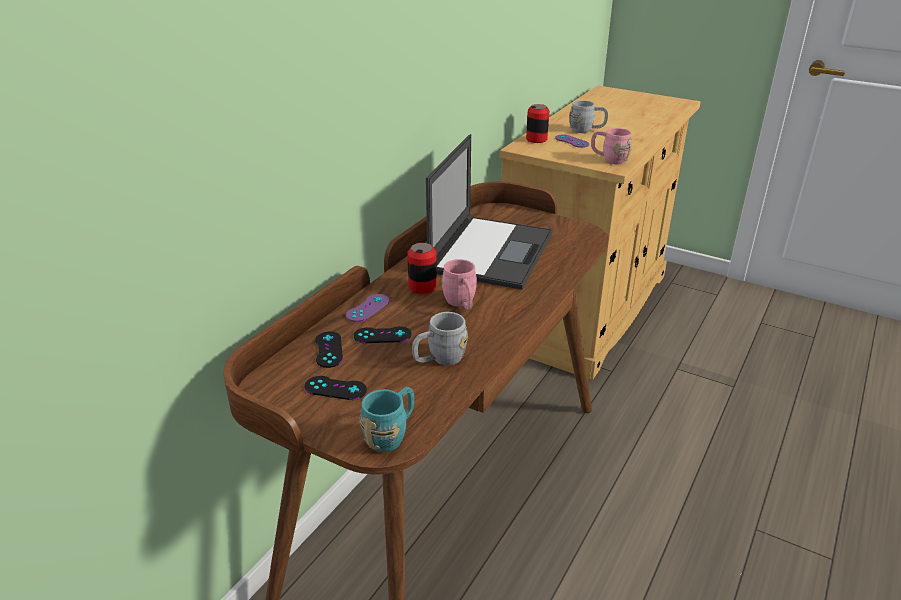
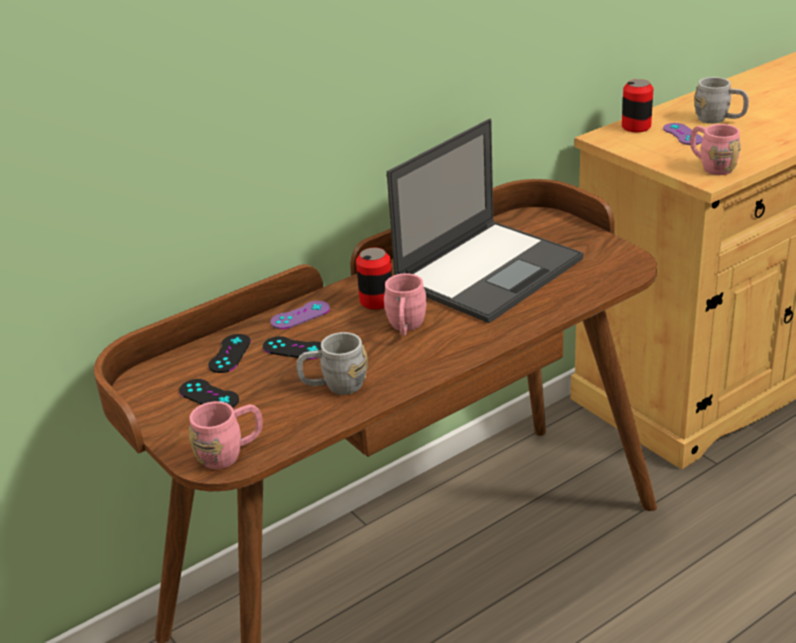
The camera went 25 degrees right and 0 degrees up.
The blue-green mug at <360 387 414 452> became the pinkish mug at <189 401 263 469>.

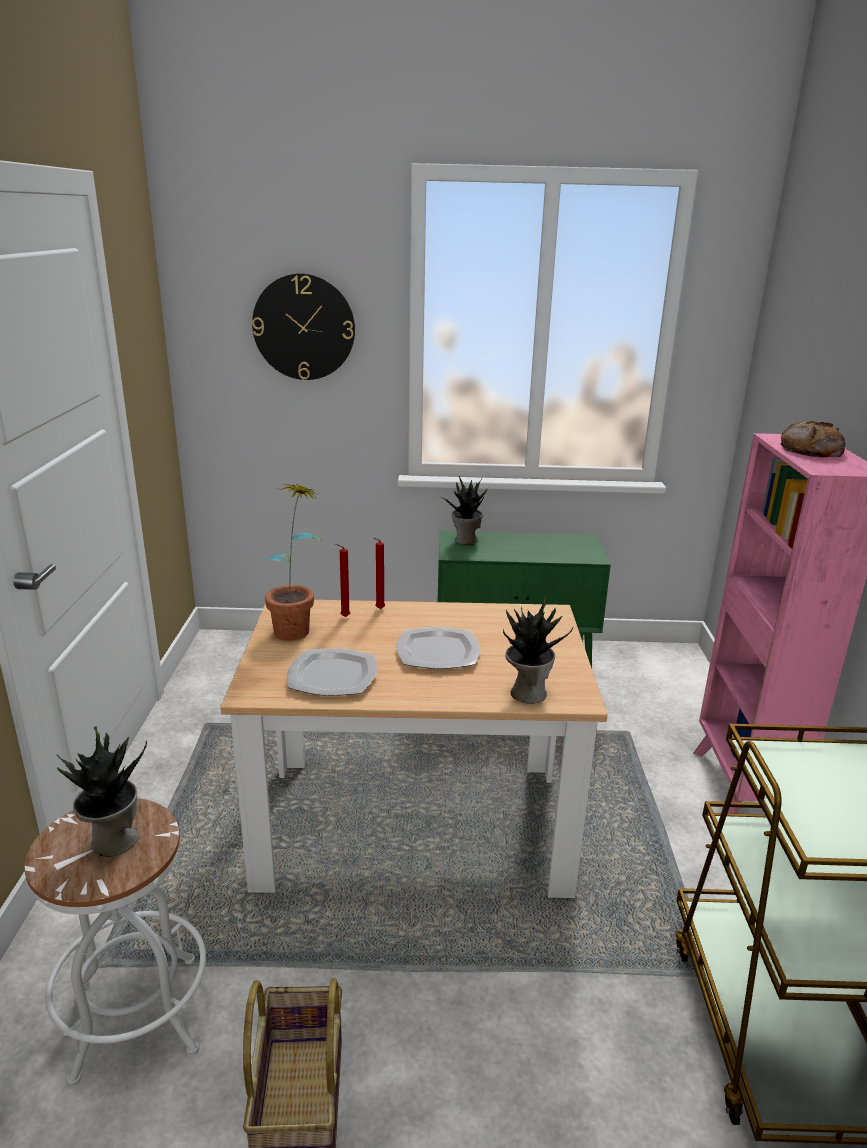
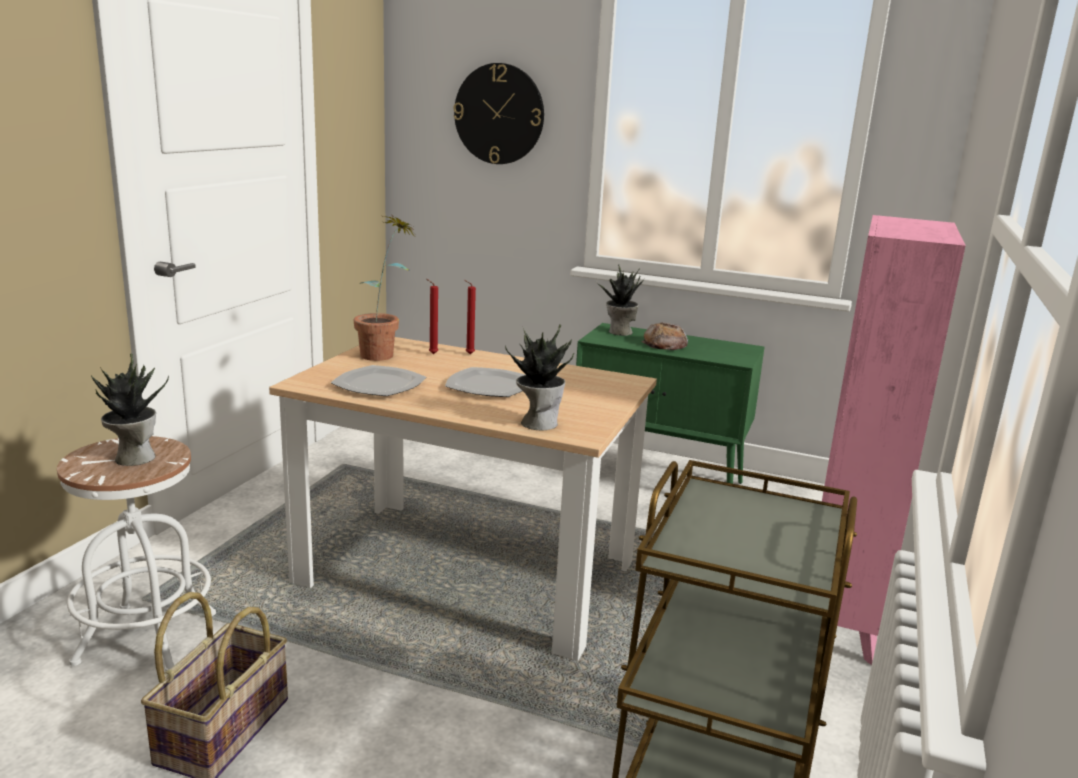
The camera went 20 degrees right and 5 degrees down.
The baked bread moved from <781 421 846 457> to <641 322 688 350>.

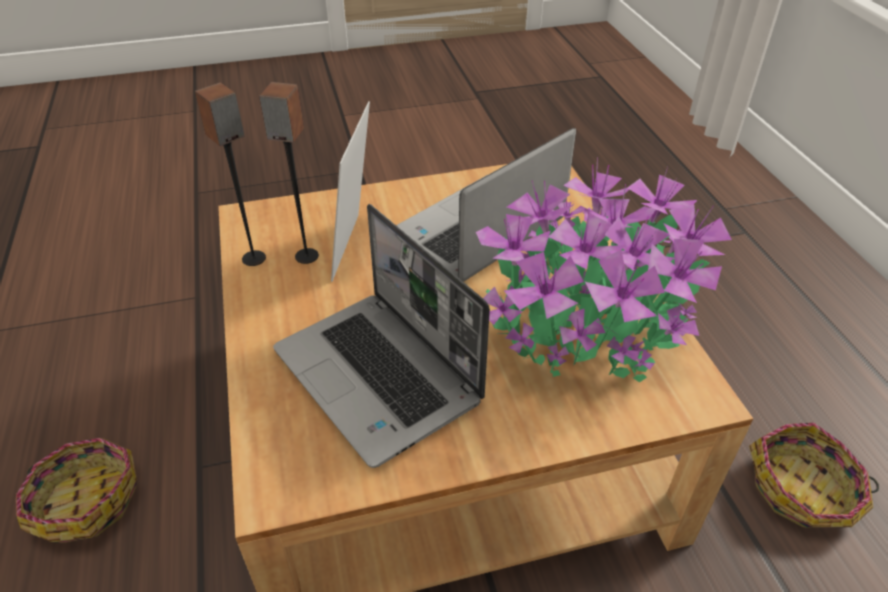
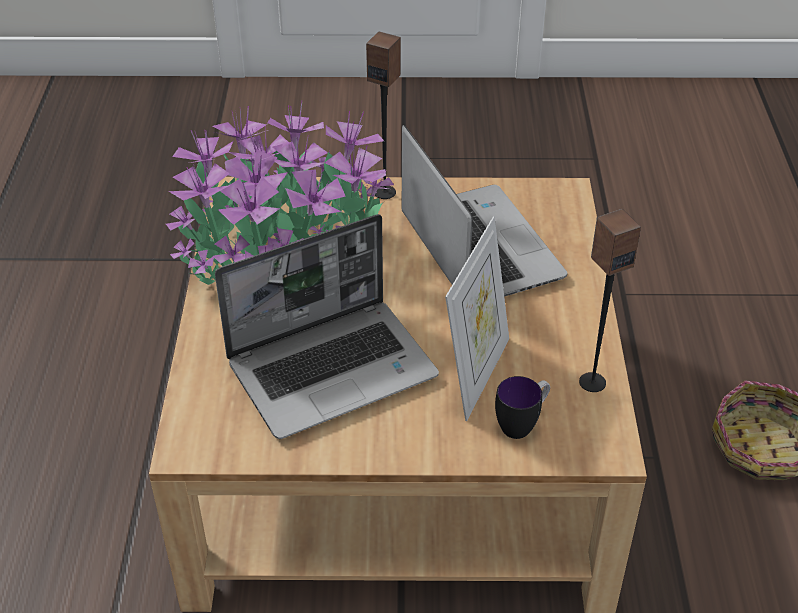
The camera went 165 degrees left and 0 degrees up.
The loudspeaker moved from <259 82 319 264> to <366 31 401 199>.
The mug at <495 376 550 439> appeared.
The household basket at <749 423 879 528> disappeared.

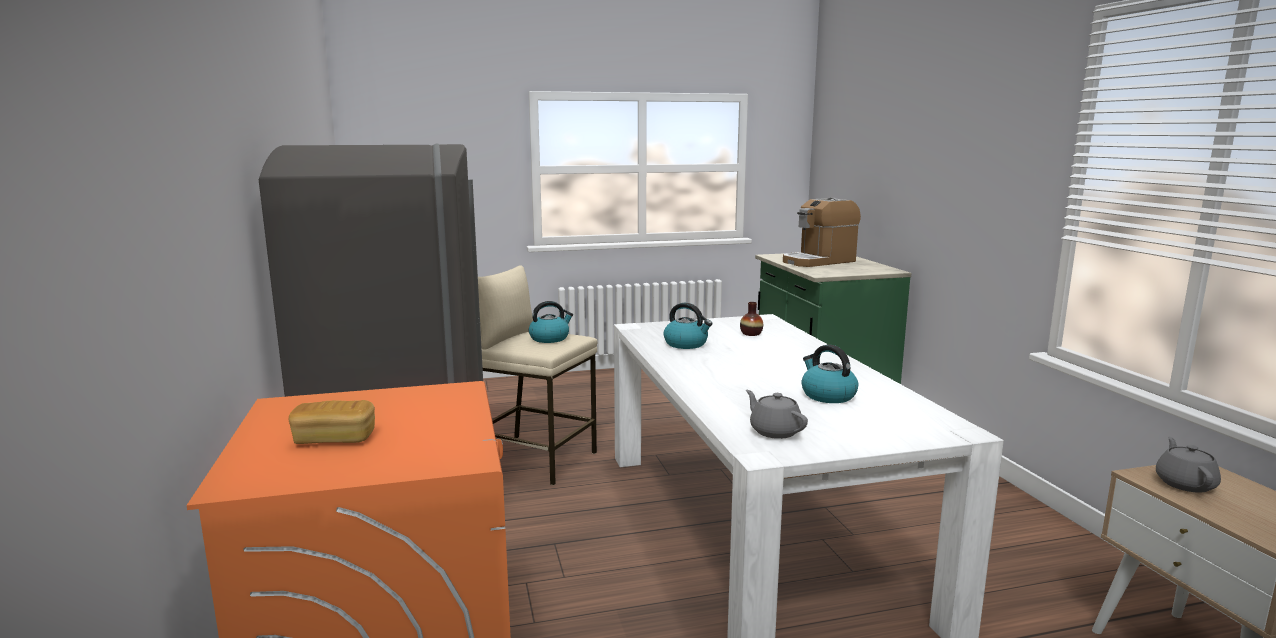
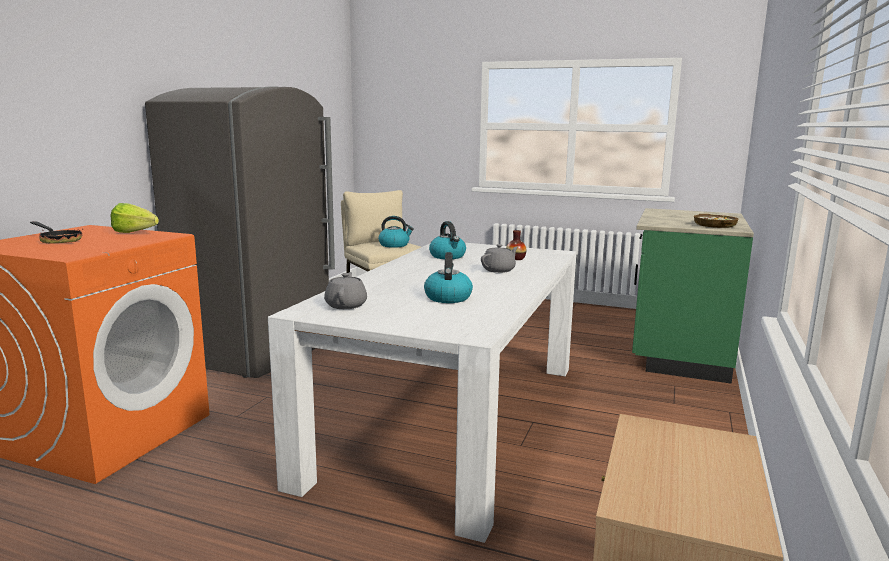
The camera went 35 degrees right and 0 degrees up.
The baked bread at <289 400 375 444> was replaced by the pan at <30 221 82 244>.
The lettuce head at <110 203 159 233> appeared.
The gray tea pot moved from <1156 437 1221 493> to <481 244 518 273>.
The serving bowl at <694 214 739 228> appeared.
The coffee brewer at <783 198 861 267> disappeared.

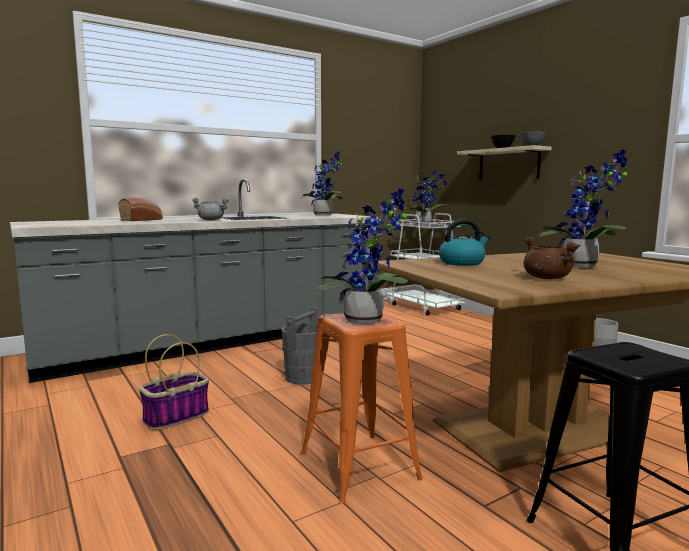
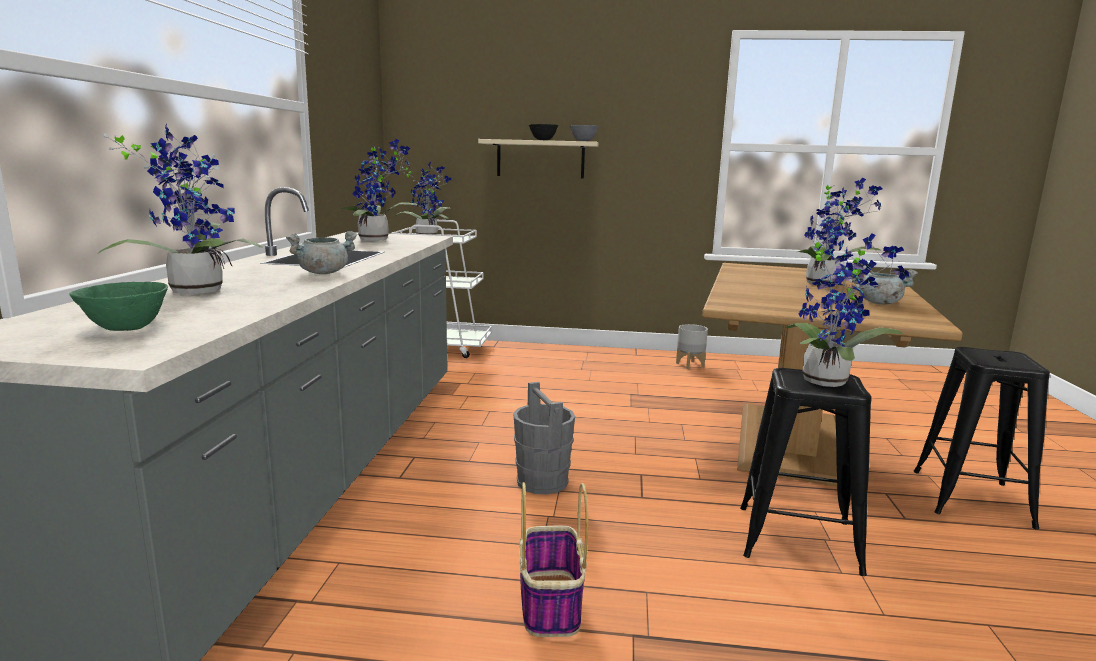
The camera went 50 degrees left and 5 degrees up.
The green-coloured serving bowl at <69 282 168 331> appeared.
The baked bread at <118 198 163 221> was replaced by the plant in a pot at <97 124 263 294>.
The orangey sitting stool at <301 313 423 503> became the black sitting stool at <740 368 871 576>.
The brownish saucepot at <524 237 580 279> became the gray saucepot at <852 269 918 305>.
The tea kettle at <439 219 490 266> disappeared.

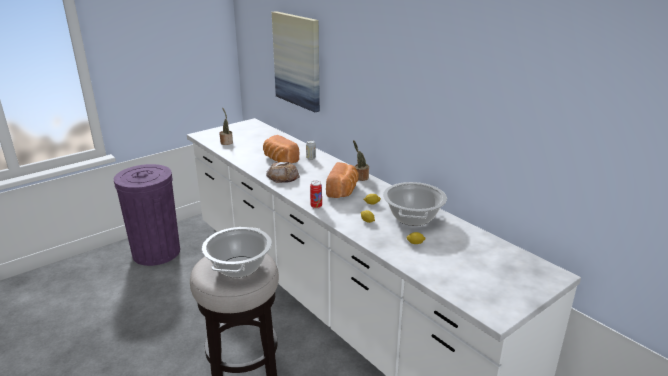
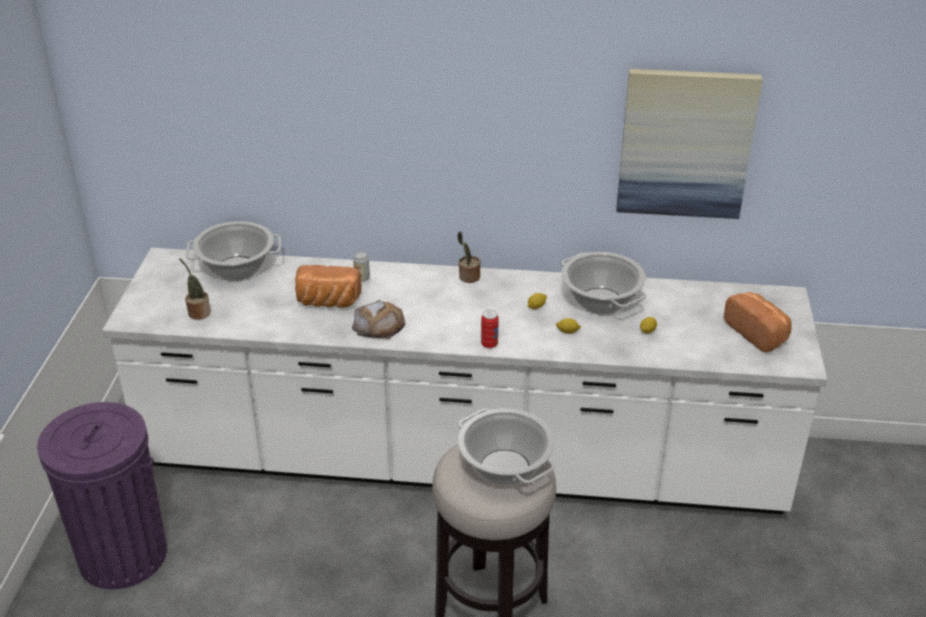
The camera went 45 degrees left and 10 degrees up.
The saucepot at <186 221 281 281> appeared.
The wall picture moved from <272 11 320 112> to <617 69 763 219>.
The baked bread moved from <326 162 359 198> to <724 292 792 352>.

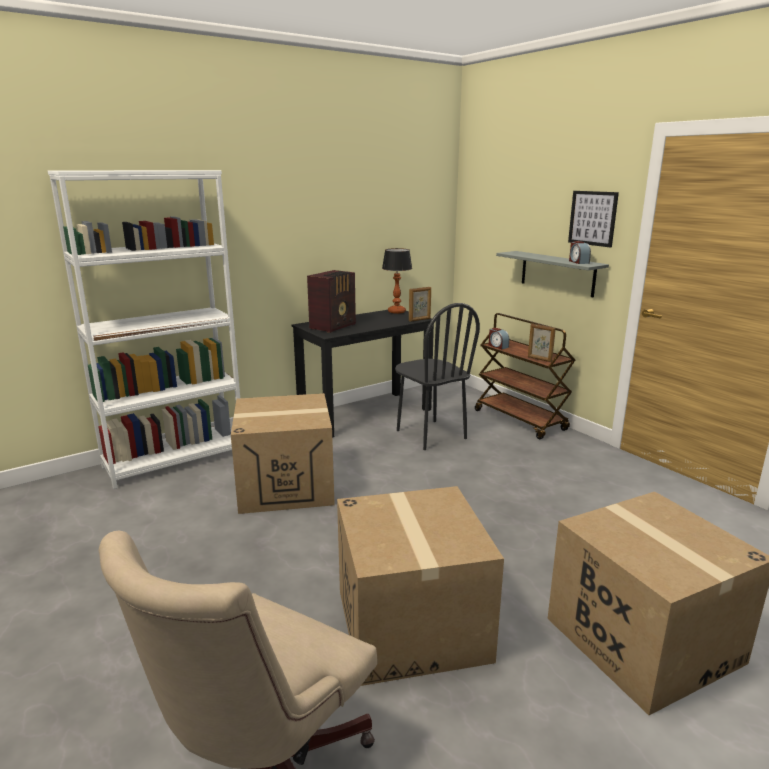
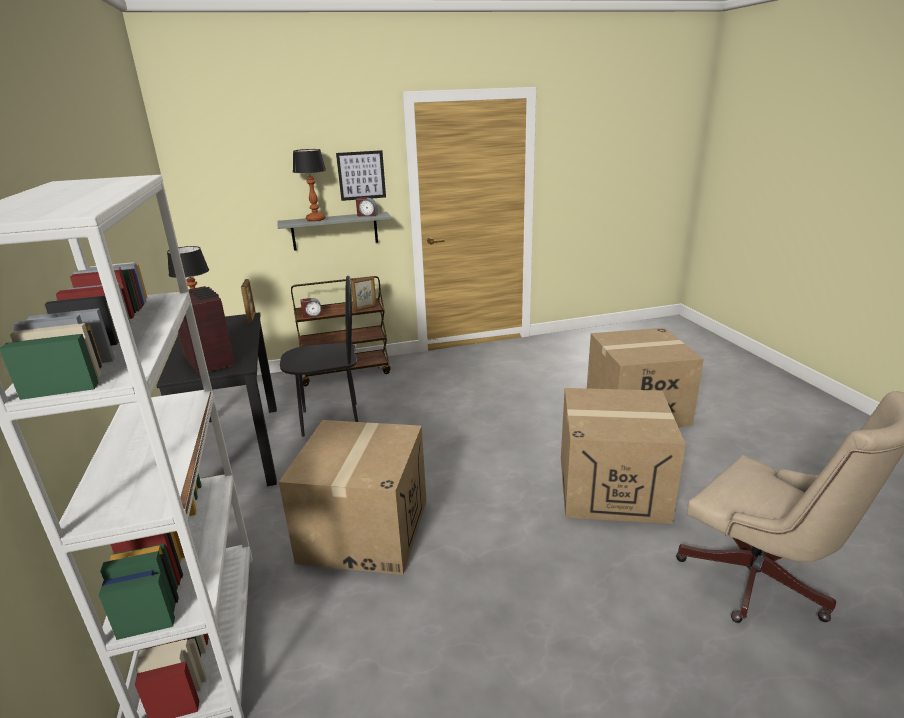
The camera went 70 degrees left and 5 degrees up.
The tabletop lamp at <293 149 326 221> appeared.

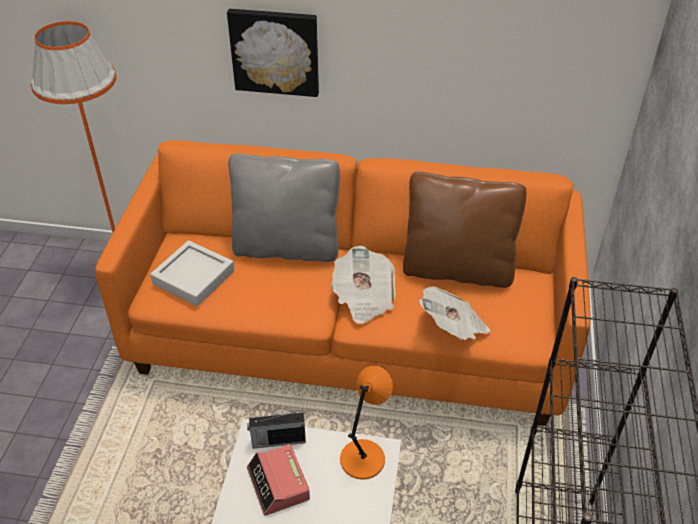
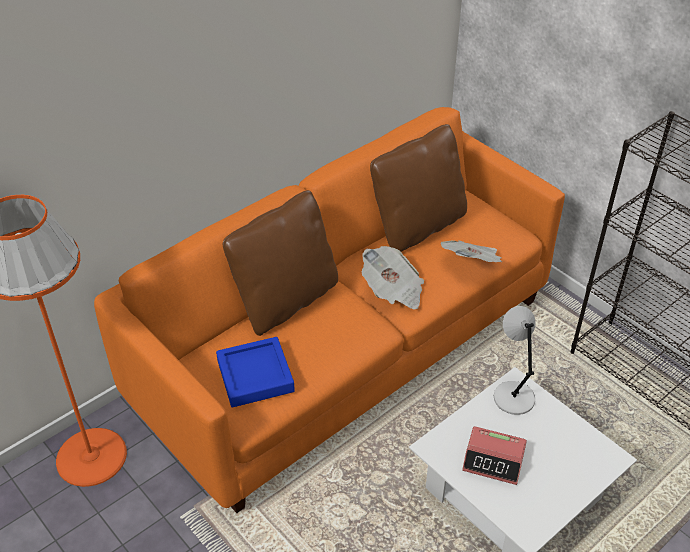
The camera went 50 degrees left and 0 degrees up.
The gray carrying tray at <150 240 235 306> became the blue-coloured carrying tray at <216 337 295 408>.
The gray cushion at <228 153 340 262> became the brownish cushion at <223 190 338 336>.
The orangey tabletop lamp at <340 366 393 480> became the gray tabletop lamp at <494 306 535 415>.
The wall picture at <227 9 319 97> disappeared.
The radio receiver at <247 412 306 449> disappeared.

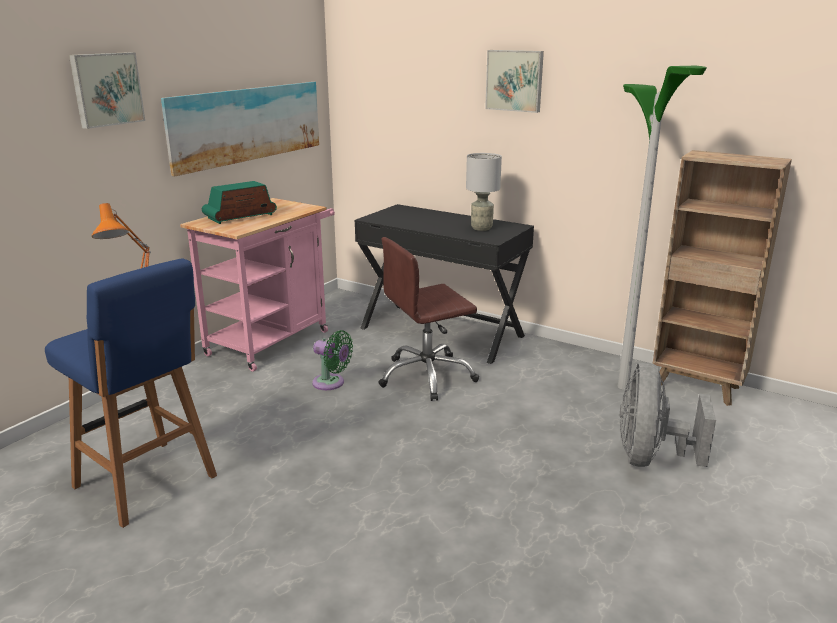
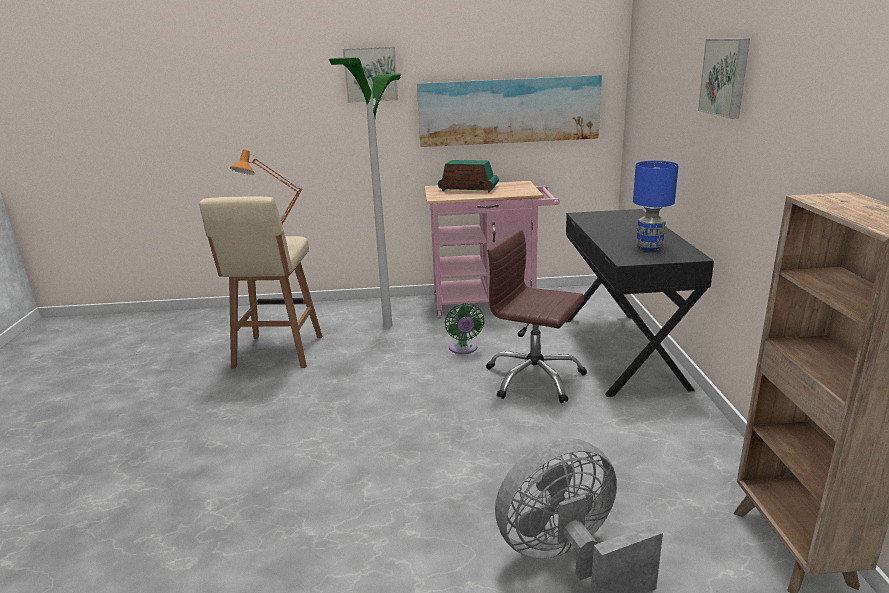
The camera went 55 degrees right and 0 degrees up.
The blue-coloured sitting stool at <45 259 217 528> became the beige sitting stool at <199 196 323 368>.
The standard lamp moved from <618 66 707 390> to <329 57 401 328>.
The gray tabletop lamp at <466 153 502 231> became the blue-coloured tabletop lamp at <633 161 679 251>.

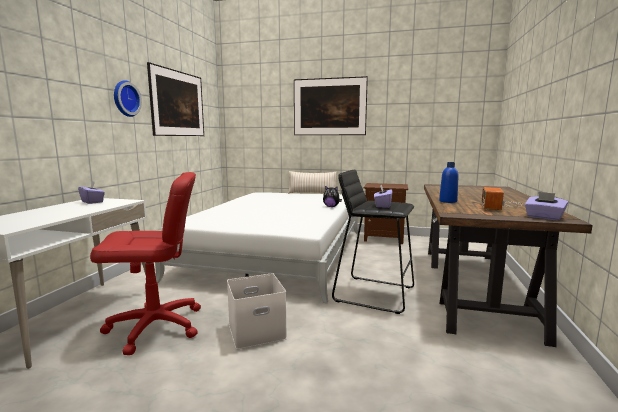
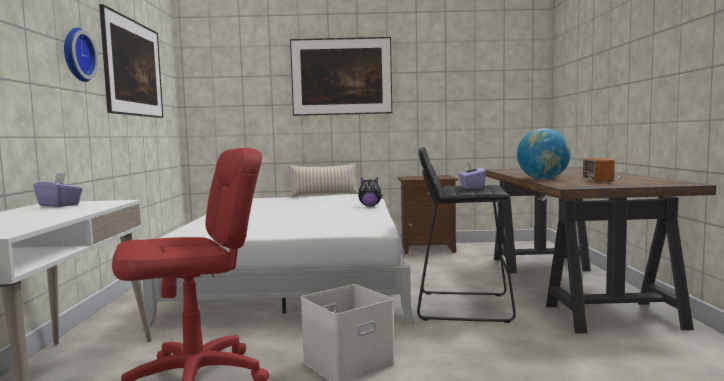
The camera went 15 degrees left and 5 degrees down.
The blue-coloured bottle at <439 162 459 203> was replaced by the globe at <517 128 571 180>.
The purplish tissue box at <525 192 568 220> disappeared.

